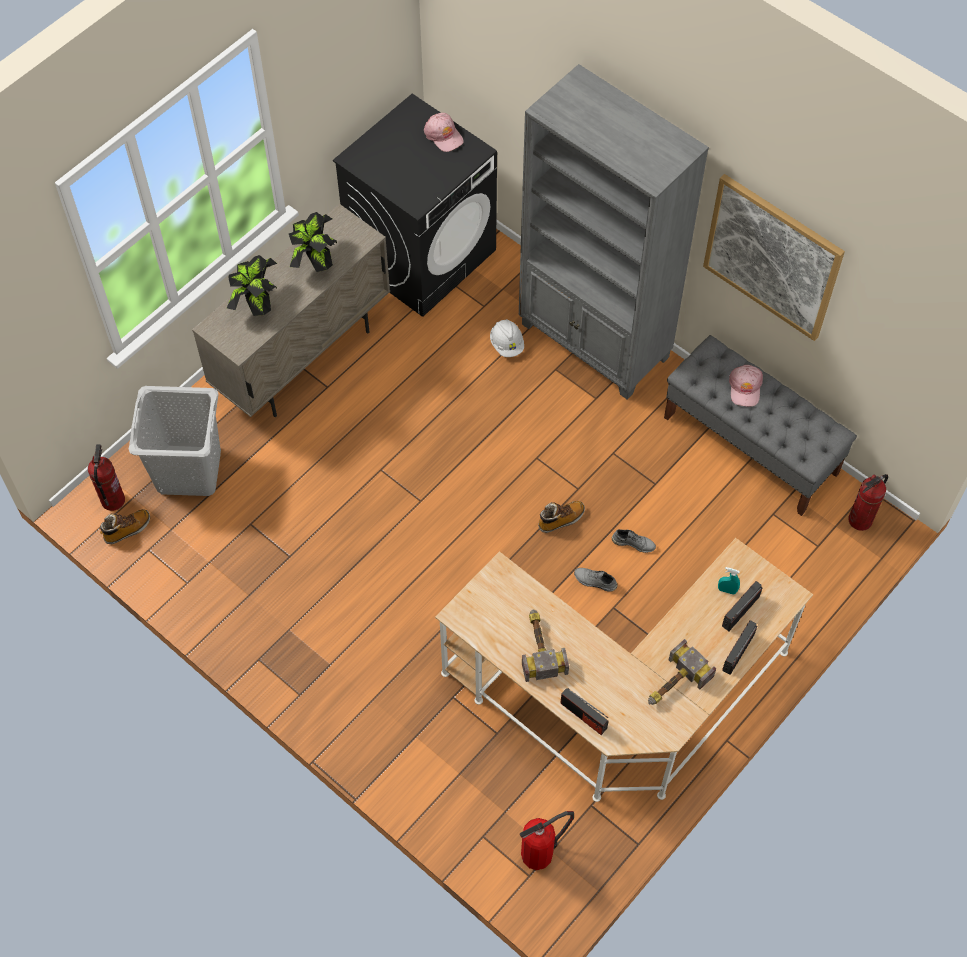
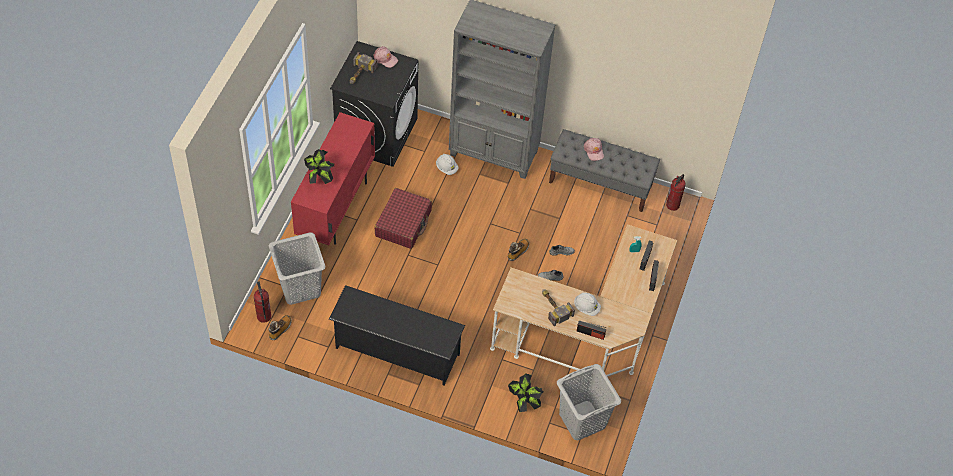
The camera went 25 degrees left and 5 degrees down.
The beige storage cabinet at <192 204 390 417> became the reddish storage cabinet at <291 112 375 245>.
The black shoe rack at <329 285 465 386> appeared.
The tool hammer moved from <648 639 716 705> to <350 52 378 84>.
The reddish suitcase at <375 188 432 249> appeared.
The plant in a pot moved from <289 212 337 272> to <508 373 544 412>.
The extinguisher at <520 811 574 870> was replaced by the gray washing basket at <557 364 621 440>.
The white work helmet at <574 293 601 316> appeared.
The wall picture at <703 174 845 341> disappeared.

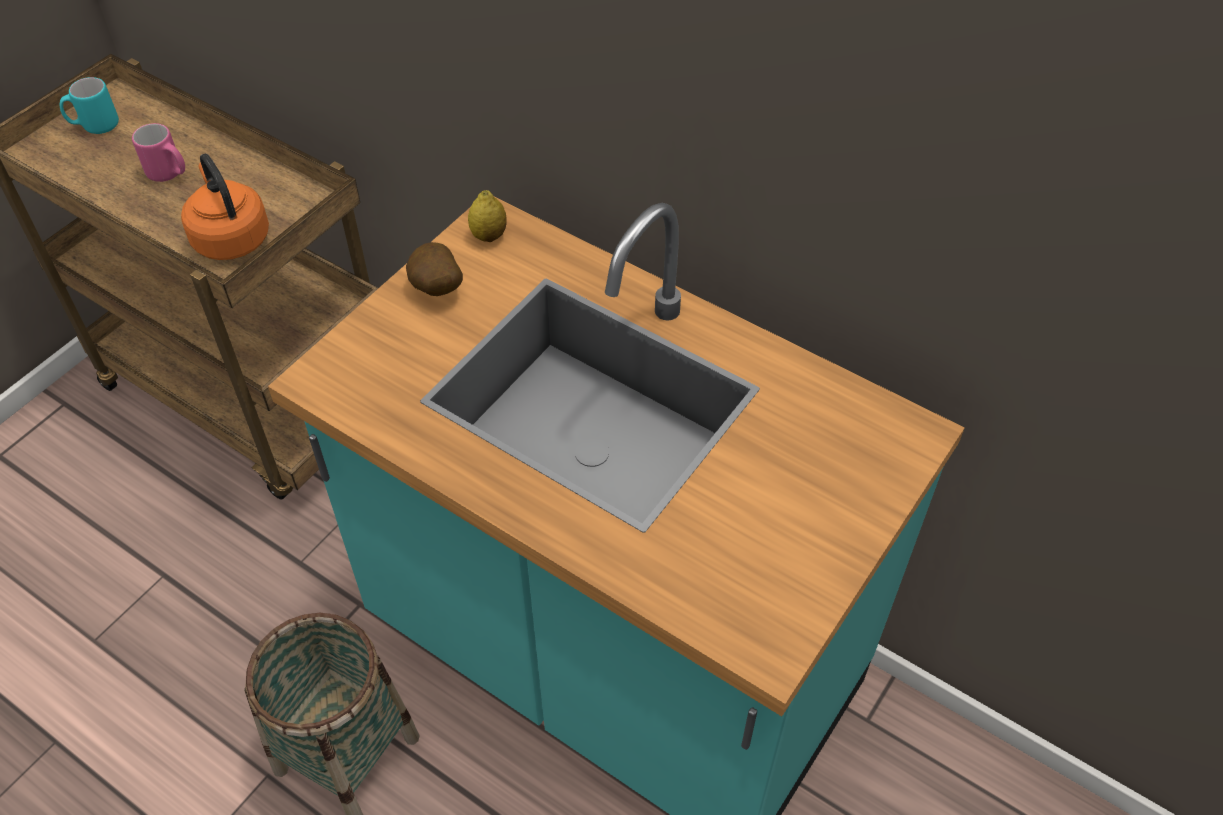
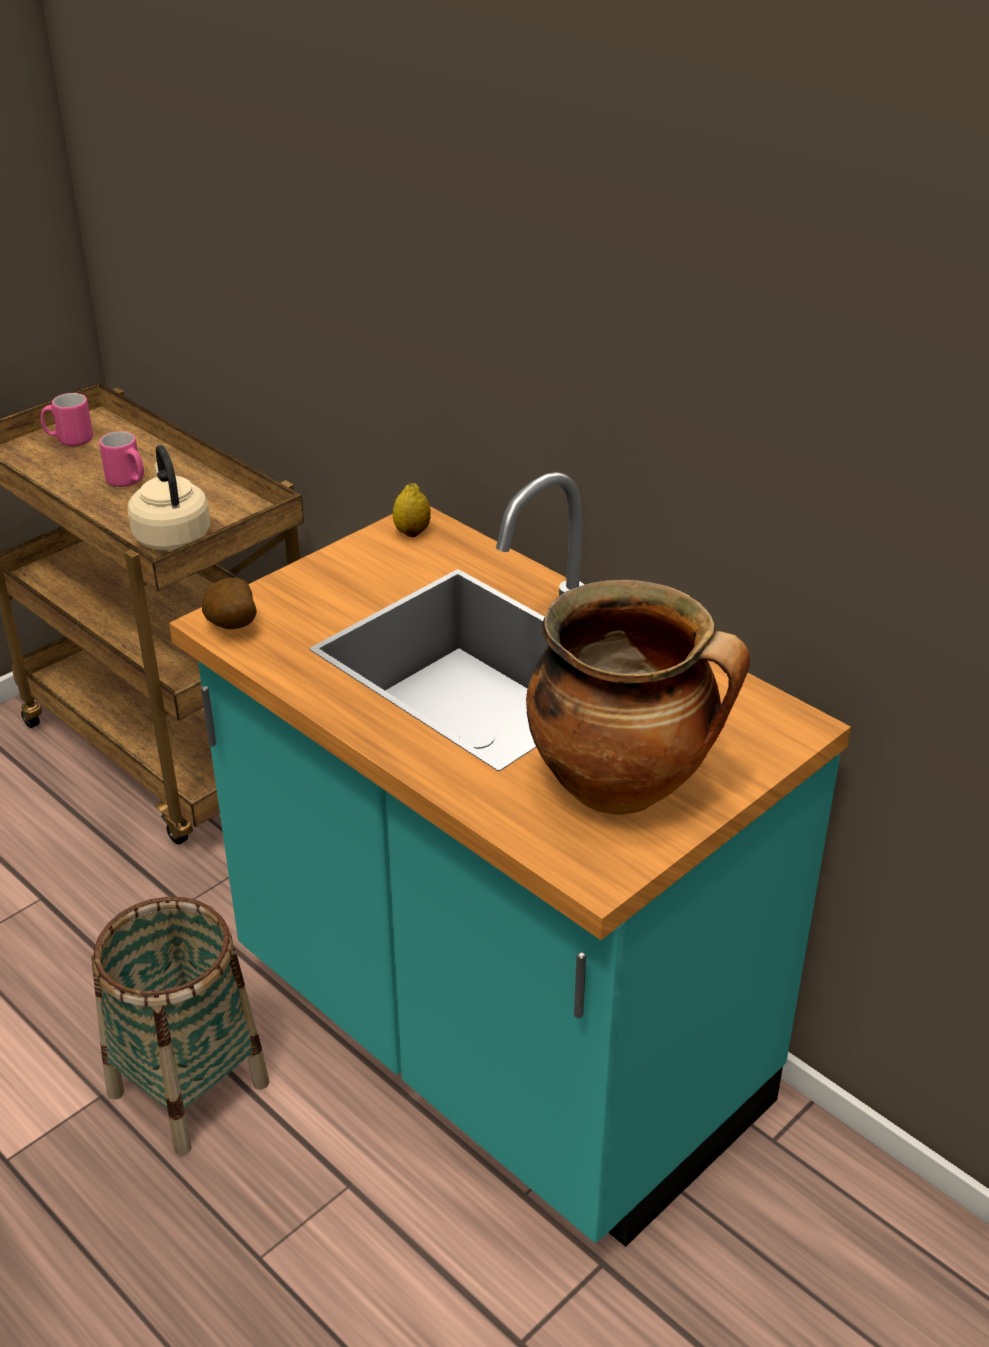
The camera went 10 degrees right and 15 degrees down.
The blue-green mug at <60 77 119 134> became the pinkish mug at <41 393 93 446>.
The orangey tea kettle at <181 154 269 260> became the beige tea kettle at <128 445 210 551>.
The whole potato moved from <406 242 463 296> to <202 578 257 629>.
The saucepot at <526 580 750 815> appeared.

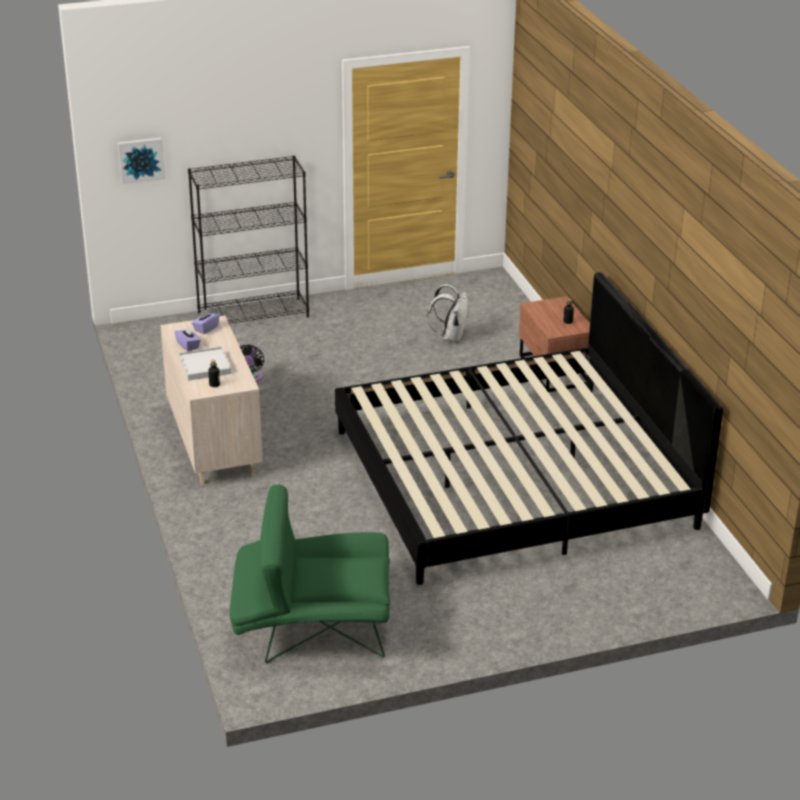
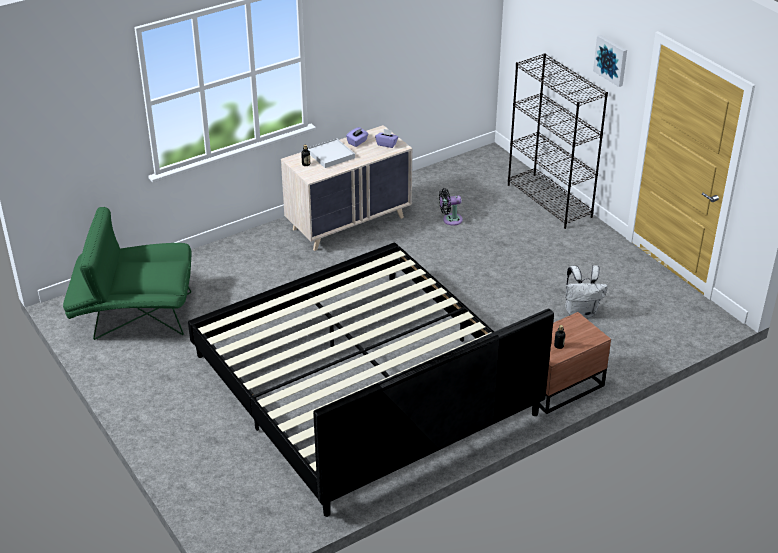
The camera went 75 degrees right and 5 degrees up.
The green-coloured armchair at <230 484 391 663> turned 75 degrees counterclockwise.
The wall picture moved from <118 137 165 184> to <593 35 627 87>.

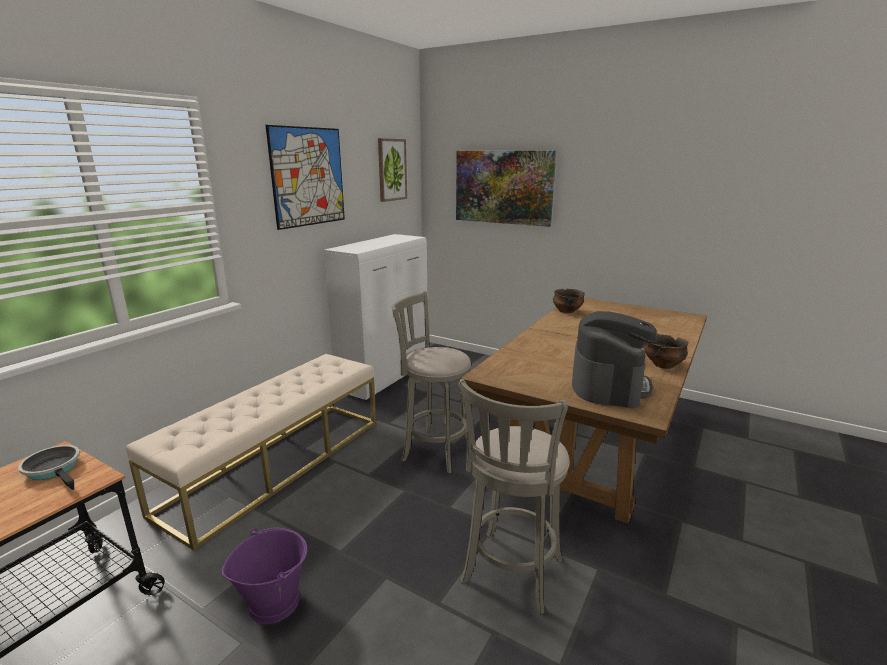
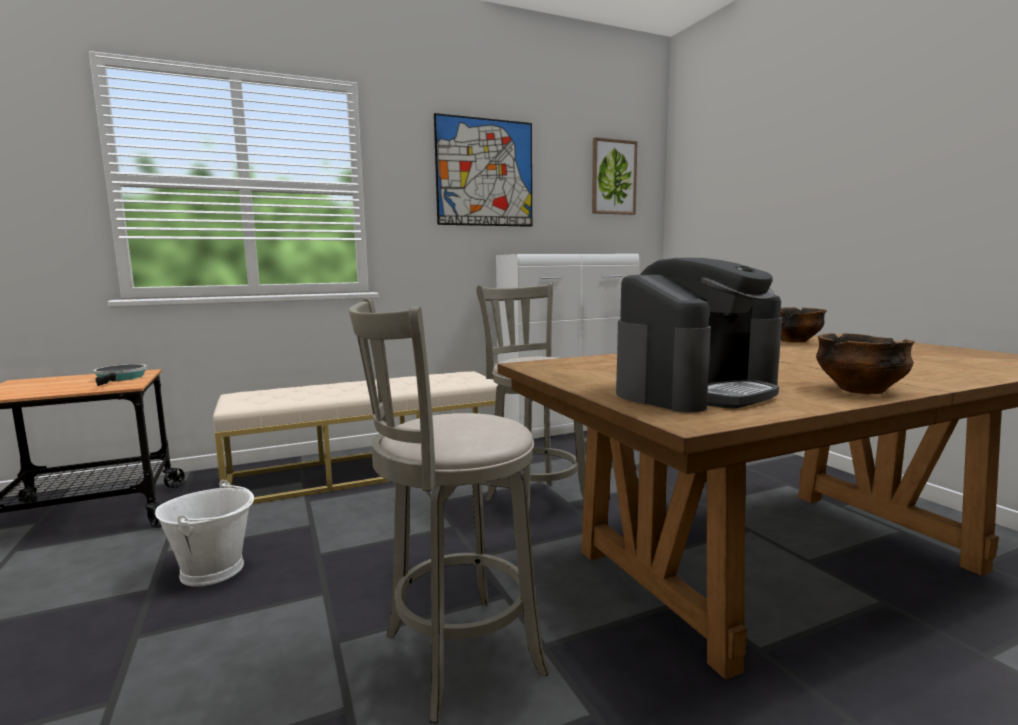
The camera went 35 degrees right and 10 degrees down.
The purplish bucket at <222 528 307 624> became the white bucket at <155 480 254 587>.
The wall picture at <456 151 556 227> disappeared.

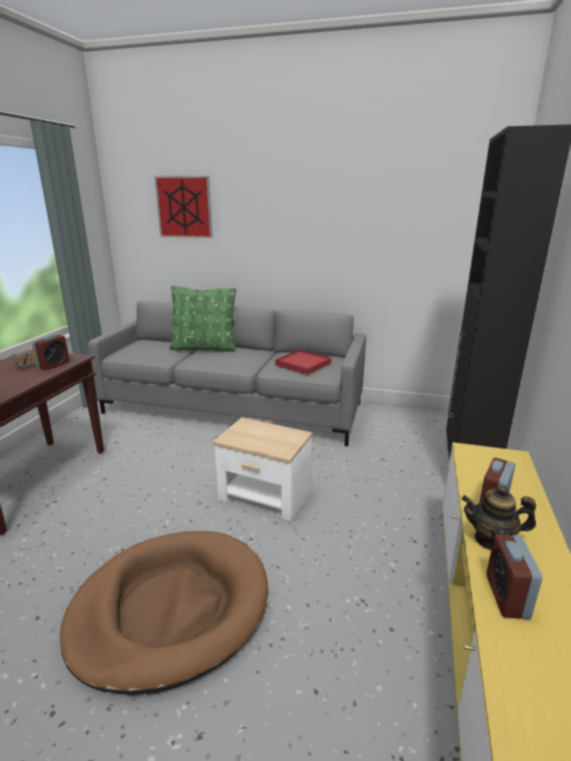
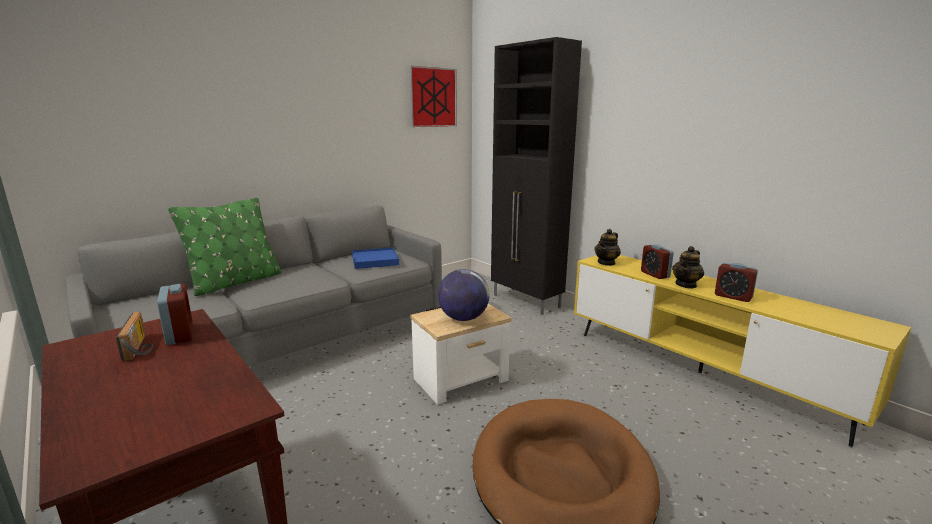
The camera went 55 degrees left and 5 degrees down.
The reddish carrying tray at <275 350 332 375> became the blue-coloured carrying tray at <352 247 399 269>.
The wall picture moved from <154 176 213 238> to <409 66 457 127>.
The globe at <438 269 490 321> appeared.
The tea pot at <595 229 621 266> appeared.

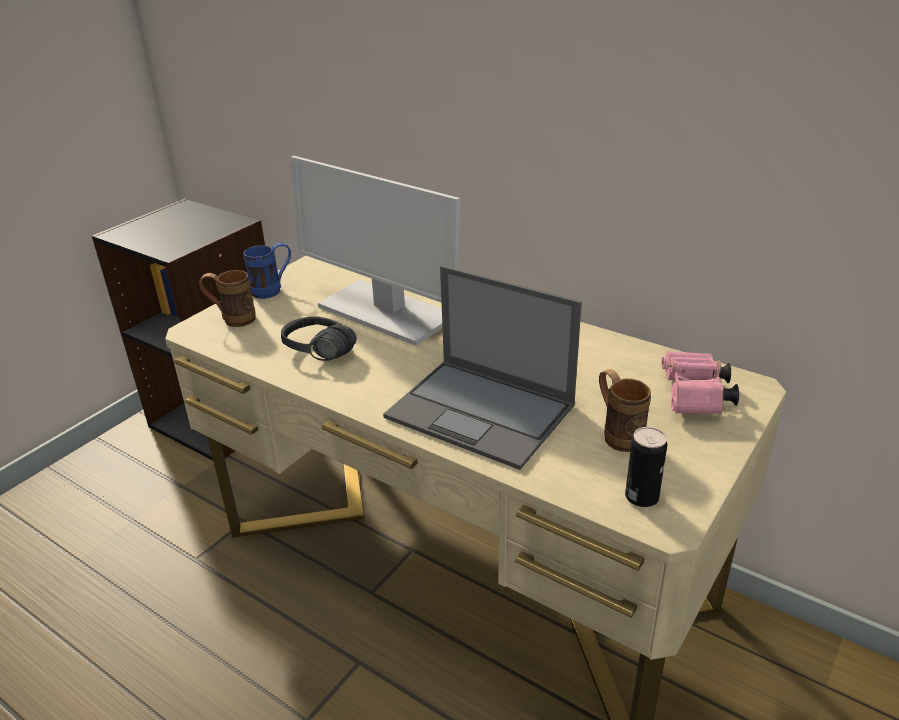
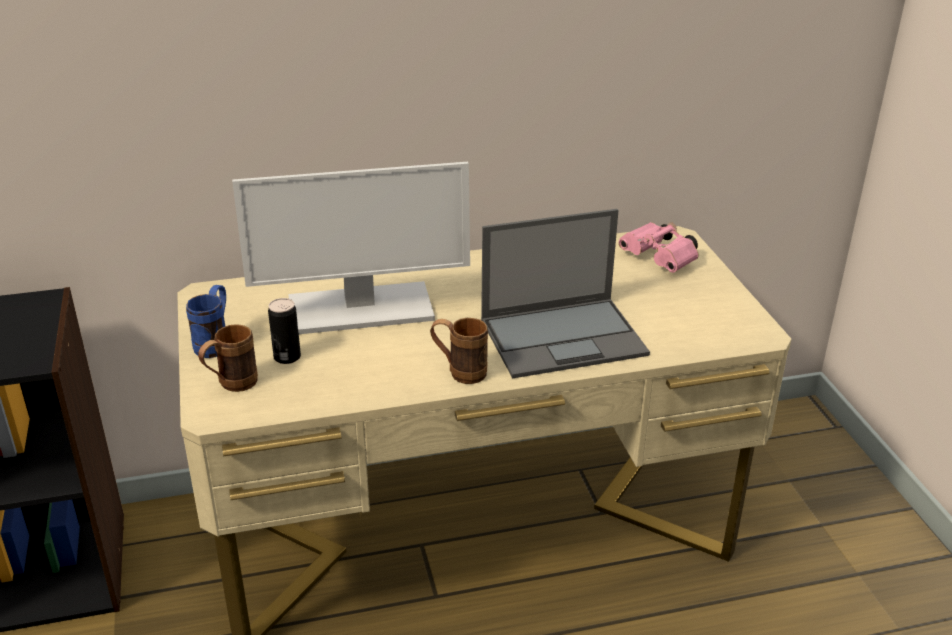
The camera went 50 degrees left and 0 degrees up.
The metal can moved from <625 427 667 507> to <268 298 301 364>.
The brownish mug moved from <599 369 651 452> to <430 318 488 384>.
The black headphones at <281 316 357 361> disappeared.

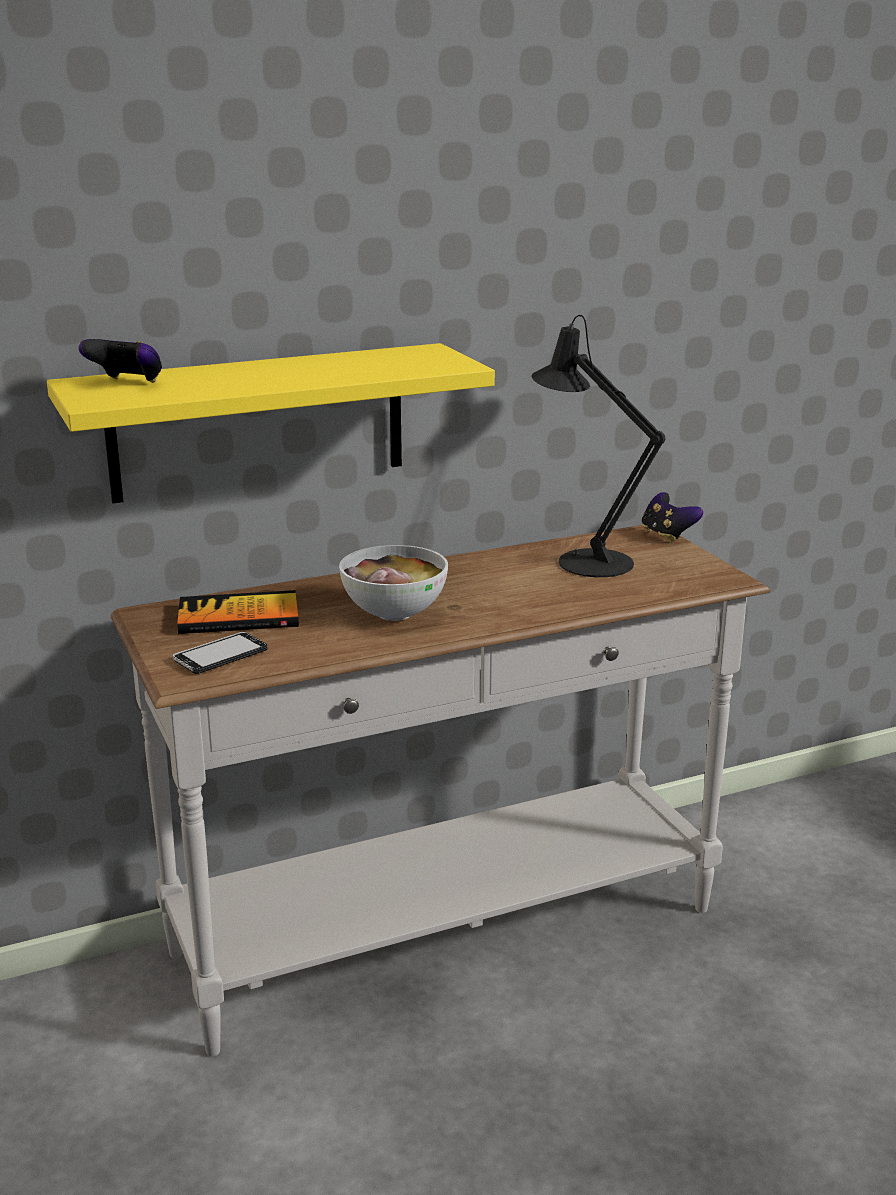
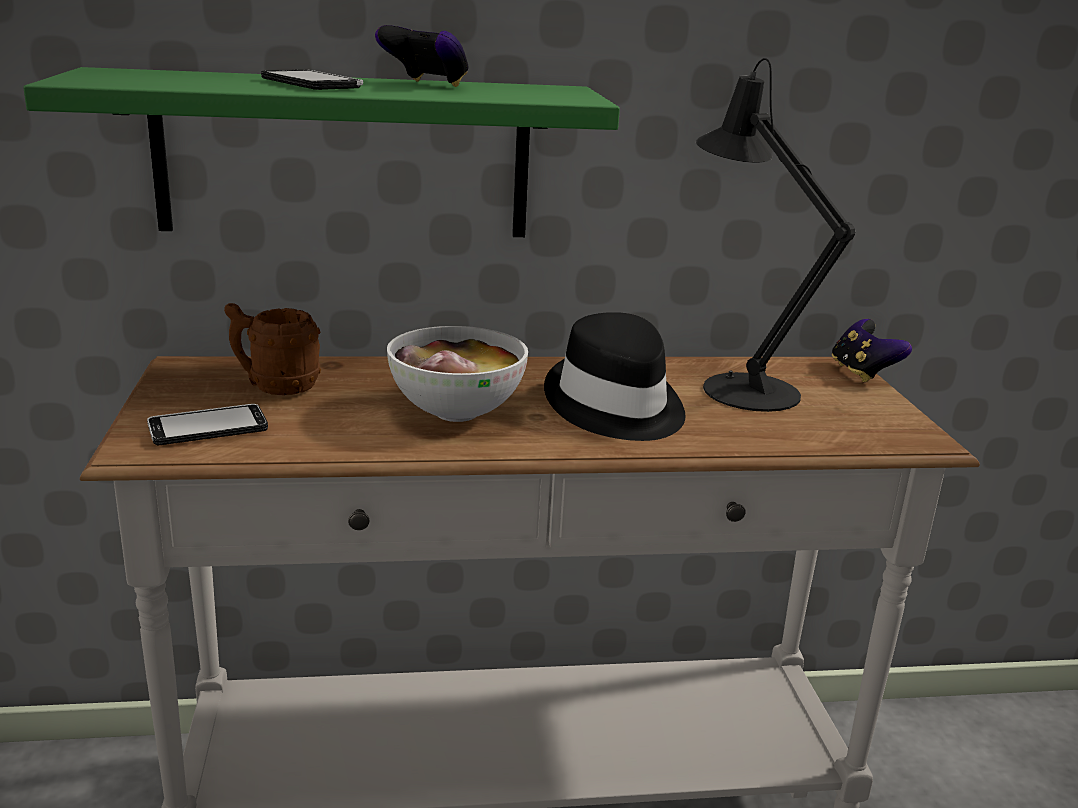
The camera went 15 degrees right and 0 degrees up.
The yellowish bracket shelf at <47 343 495 503> became the green-coloured bracket shelf at <23 67 620 237>.
The volume at <177 590 299 634> was replaced by the brownish mug at <224 303 321 395>.
The telephone at <261 70 363 90> appeared.
The joypad moved from <79 339 162 383> to <375 25 469 87>.
The black hat at <544 312 686 441> appeared.

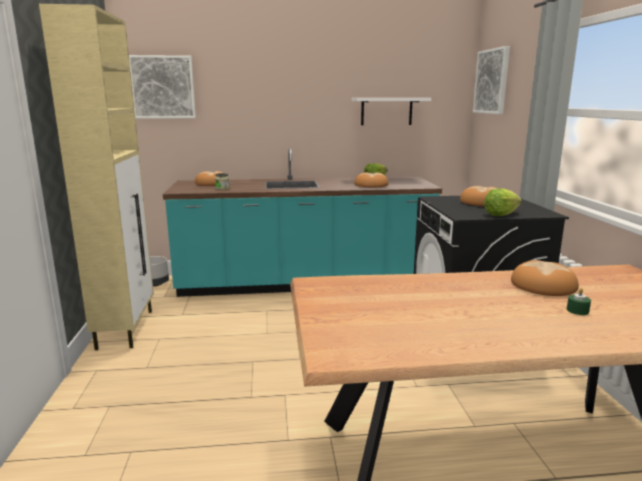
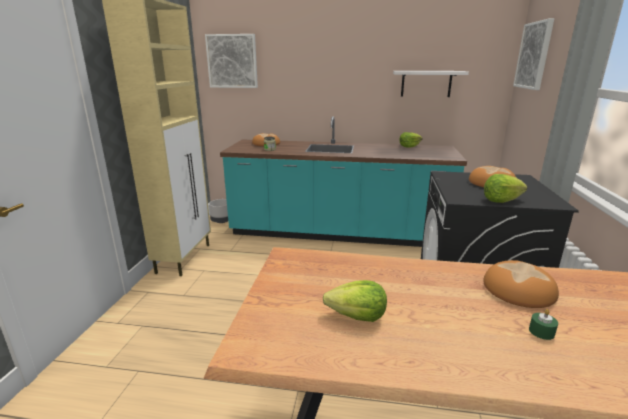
The camera went 15 degrees right and 5 degrees up.
The lettuce head at <323 280 387 322> appeared.
The baked bread at <354 172 389 187> disappeared.

